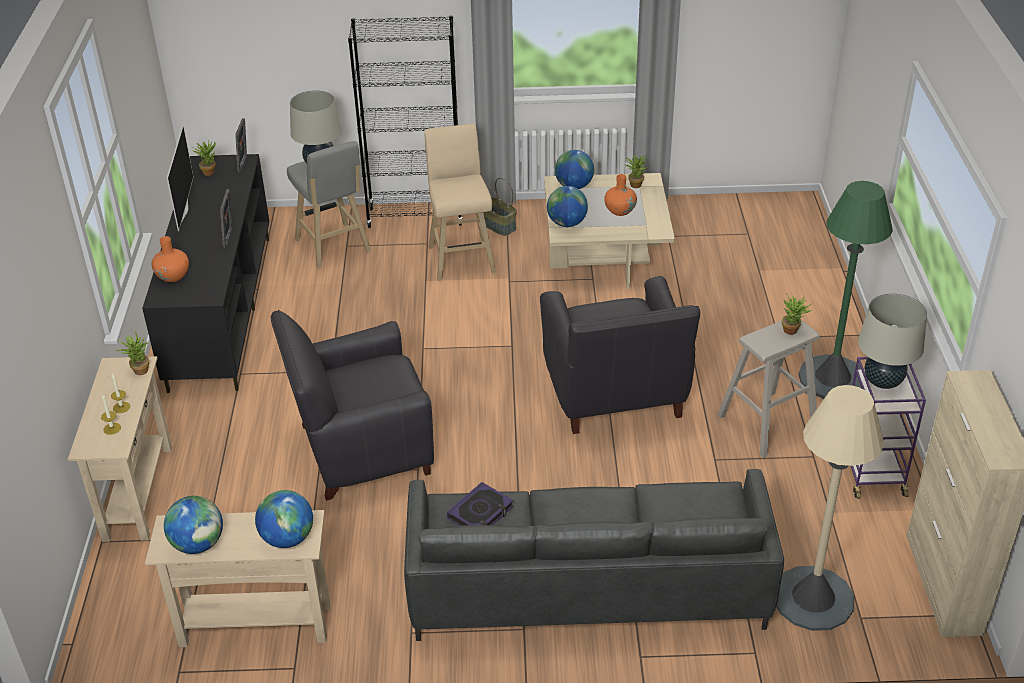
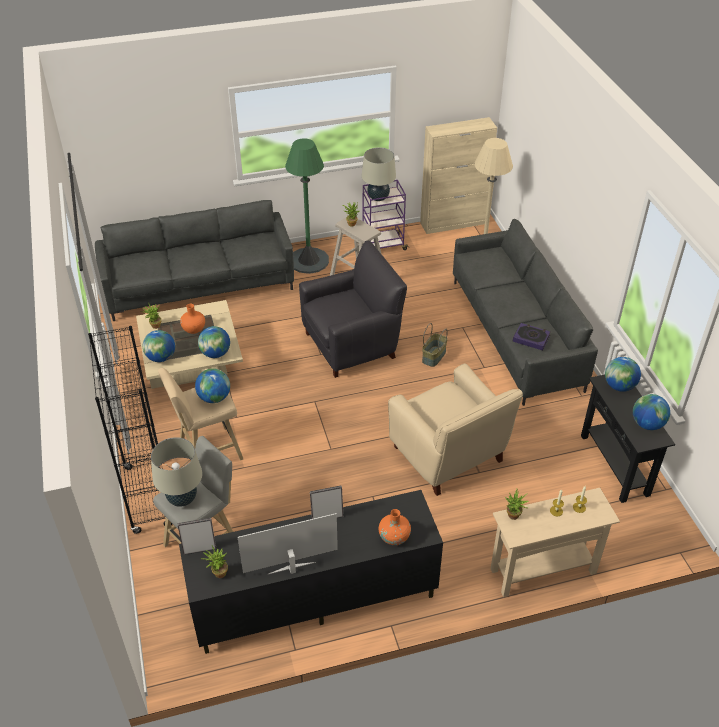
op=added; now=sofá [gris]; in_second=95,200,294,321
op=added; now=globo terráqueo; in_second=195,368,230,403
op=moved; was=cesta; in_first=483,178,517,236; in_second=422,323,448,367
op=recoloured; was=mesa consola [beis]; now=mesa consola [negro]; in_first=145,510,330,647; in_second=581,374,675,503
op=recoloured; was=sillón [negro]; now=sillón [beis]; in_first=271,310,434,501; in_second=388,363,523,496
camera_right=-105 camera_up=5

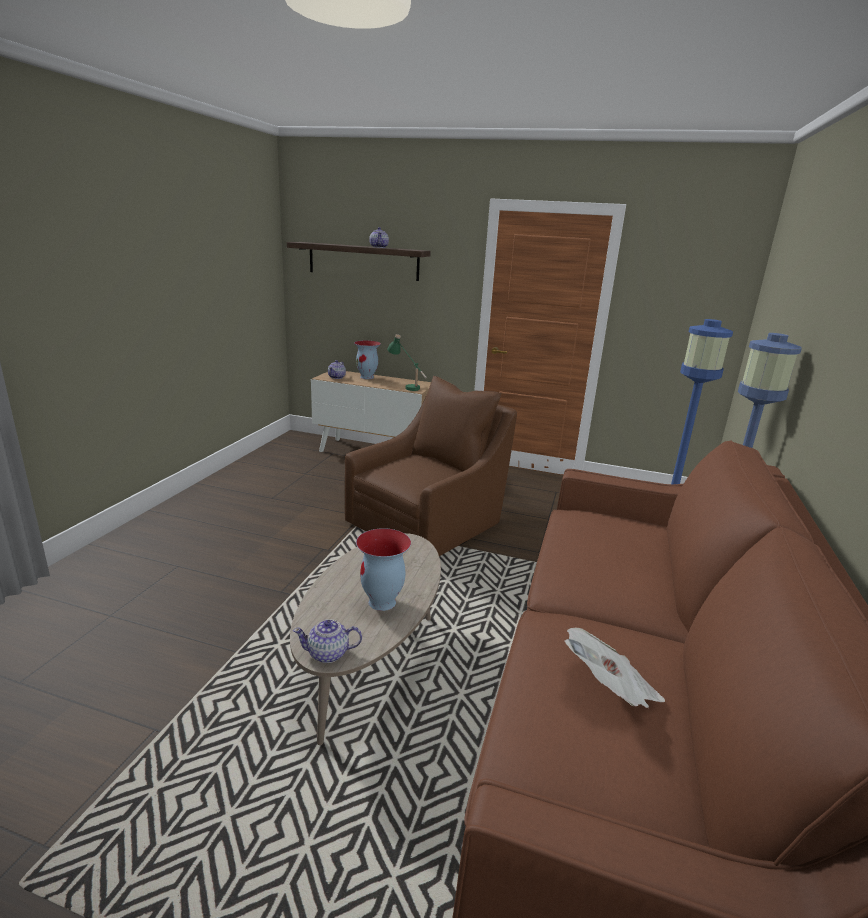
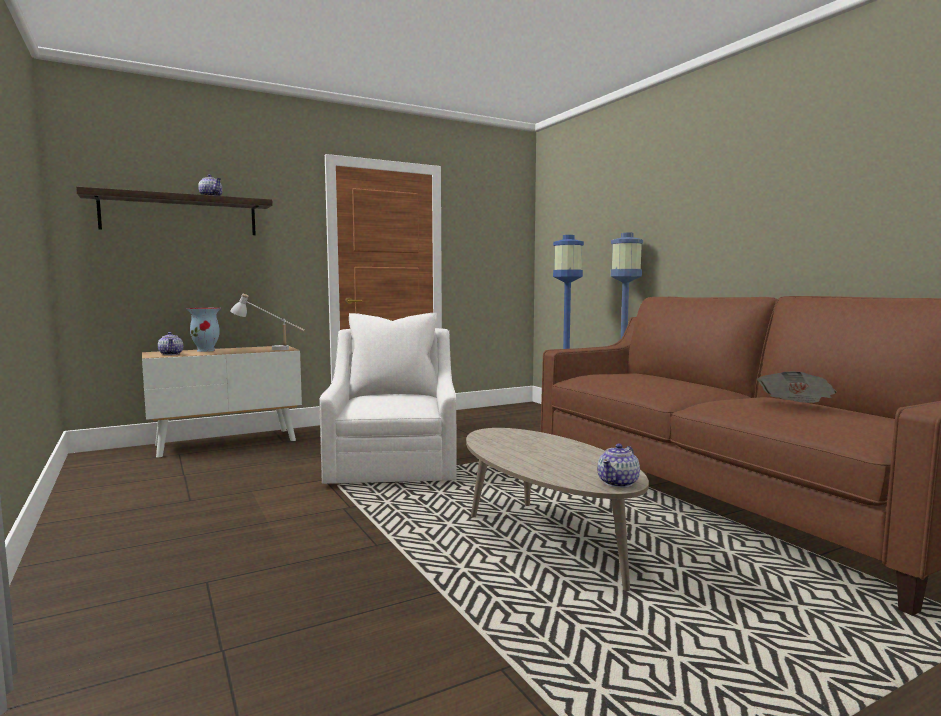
op=removed; was=florero; in_first=356,528,411,611
op=recoloured; was=sillón [marrón]; now=sillón [blanco]; in_first=345,376,517,556; in_second=319,313,457,484
op=recoloured; was=lámpara de mesa [verde]; now=lámpara de mesa [blanco]; in_first=387,334,427,391; in_second=230,294,305,350
camera_right=-45 camera_up=-15

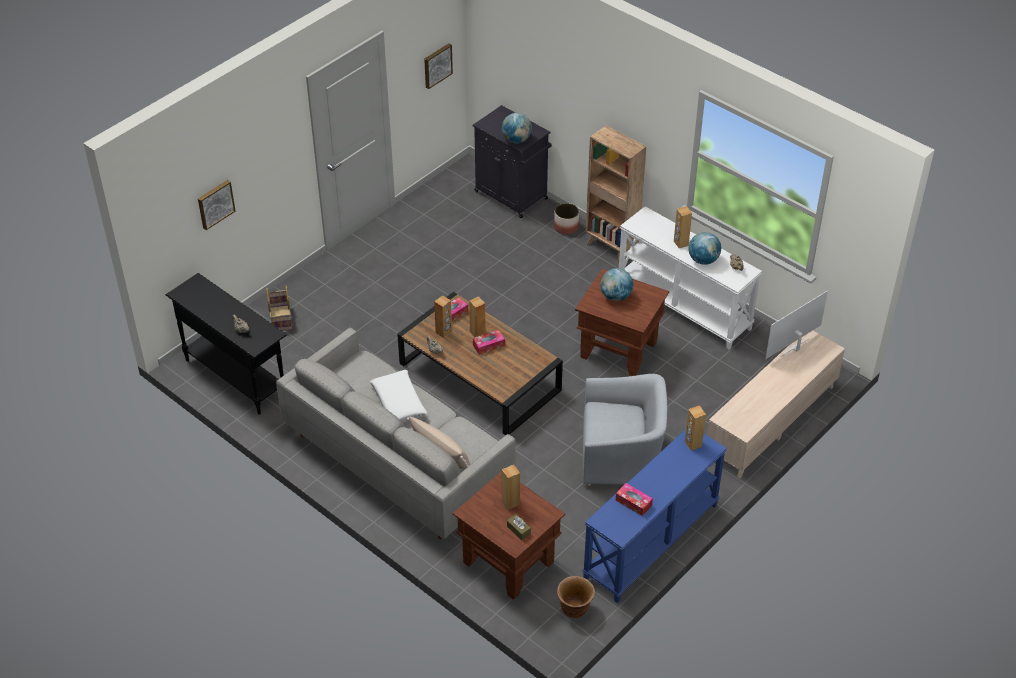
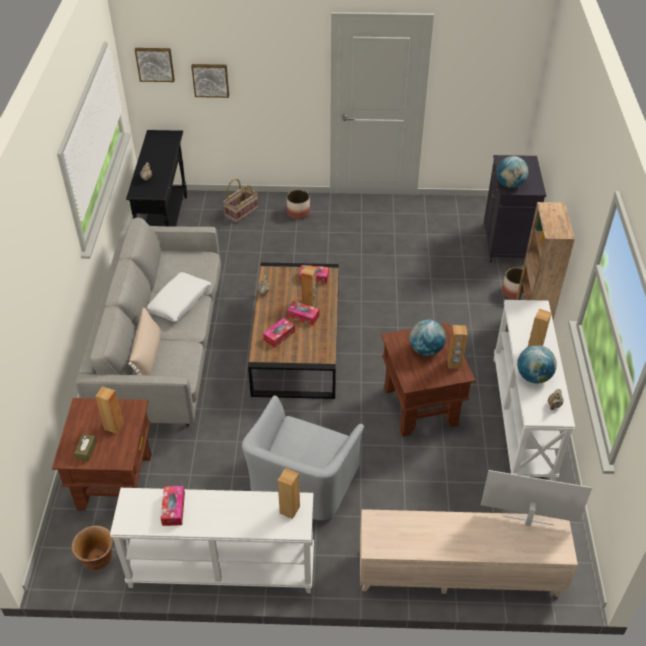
op=added; now=caja de pañuelos; in_second=263,318,295,348
op=added; now=maceta; in_second=287,190,310,219
op=moved; was=cuadro; in_first=424,43,453,89; in_second=135,48,175,82
op=moved; was=altavoz [marrón]; in_first=434,295,452,338; in_second=447,325,468,368
op=recoloured; was=mesa consola [azul]; now=mesa consola [blanco]; in_first=582,429,727,603; in_second=110,488,314,593
op=turned; was=sillón [gris]; in_first=583,374,667,486; in_second=242,395,364,520; clockwise=60
camera_right=50 camera_up=0

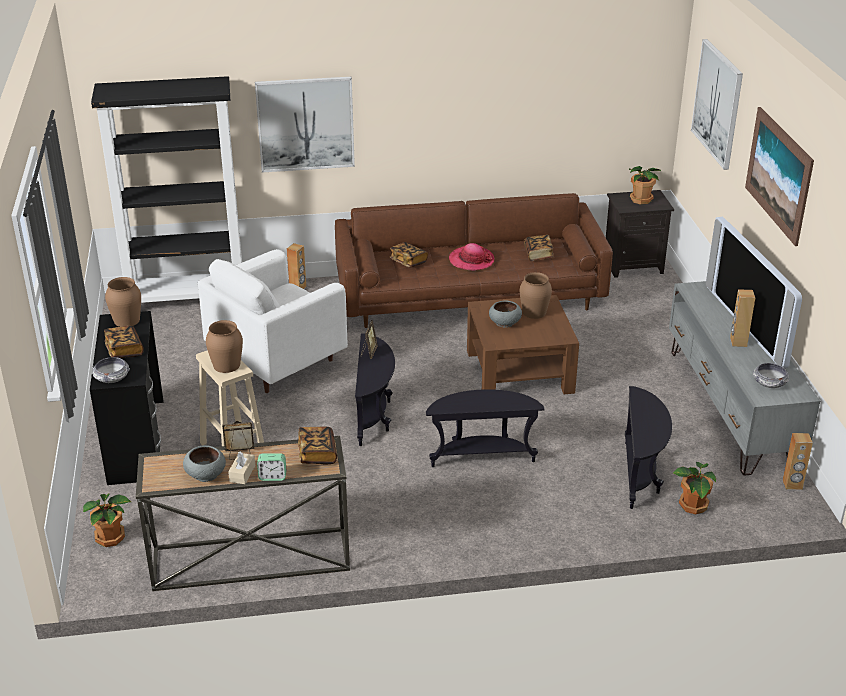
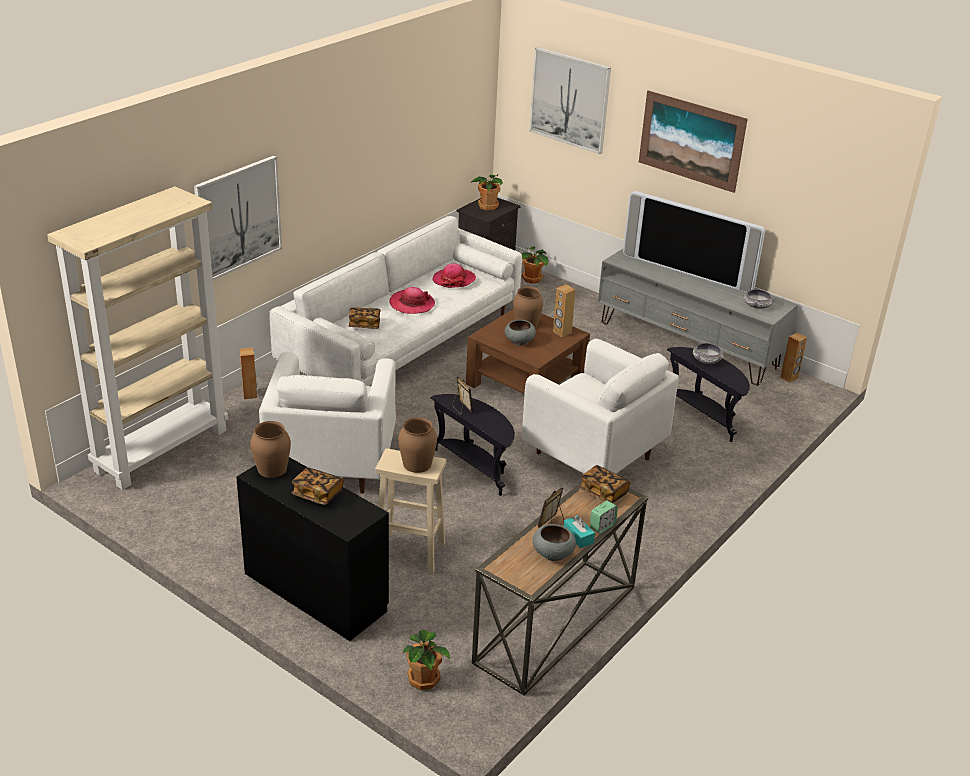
op=moved; was=cuenco; in_first=92,357,130,383; in_second=693,343,723,364
op=moved; was=planta en maceta; in_first=673,462,716,515; in_second=522,246,548,284
op=moved; was=altavoz [marrón]; in_first=730,289,755,347; in_second=553,284,575,337
op=replaced; was=mesa auxiliar [negro]; now=sillón [blanco]; in_first=426,389,545,467; in_second=522,339,679,474
op=replaced; was=libro; now=sombrero; in_first=524,235,554,261; in_second=433,263,476,288
op=recoloured; was=estantería [negro]; now=estantería [beis]; in_first=91,76,242,303; in_second=47,186,228,490
op=recoloured; was=caja de pañuelos [beis]; now=caja de pañuelos [turquesa]; in_first=228,451,255,484; in_second=564,515,595,548
op=recoloured; was=sofá [marrón]; now=sofá [blanco]; in_first=335,193,613,328; in_second=269,216,522,386
camera_right=-45 camera_up=0

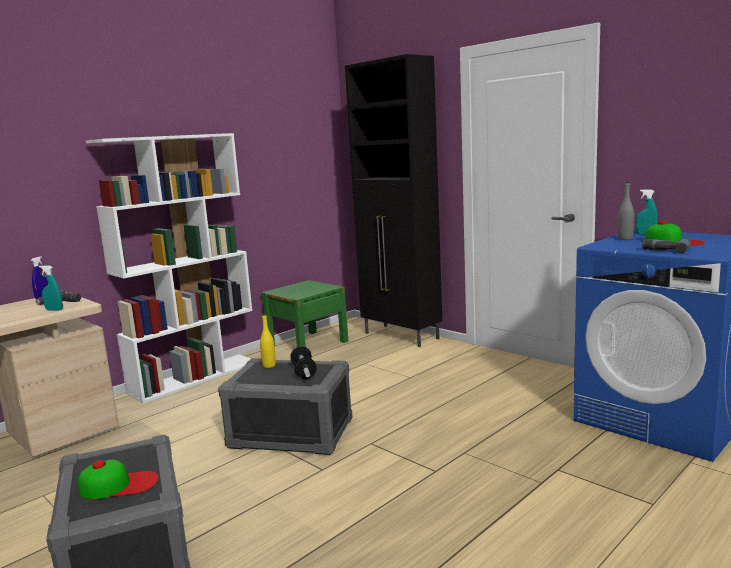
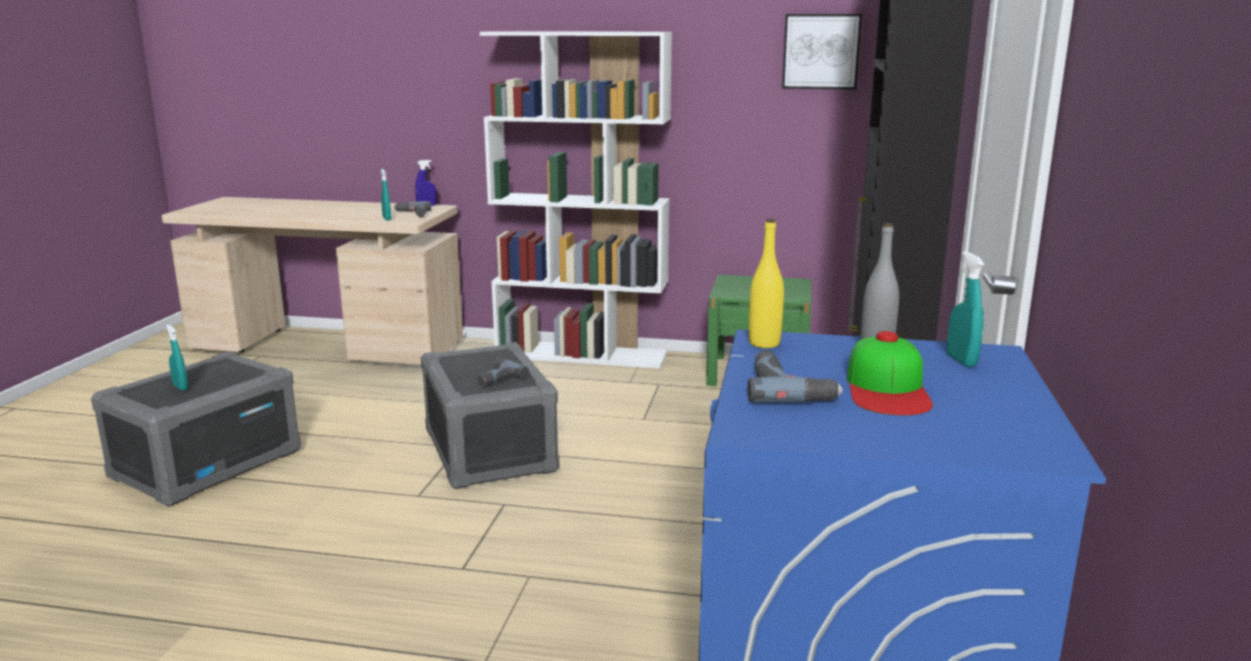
op=added; now=cuadro; in_second=782,14,862,90
op=moved; was=botella [amarillo]; in_first=260,314,276,368; in_second=749,219,784,348
op=replaced; was=gorra; now=pulverizador [turquesa]; in_first=78,459,159,499; in_second=166,325,188,390
op=replaced; was=mancuerna; now=taladro; in_first=290,346,317,379; in_second=477,358,529,386
camera_right=55 camera_up=5

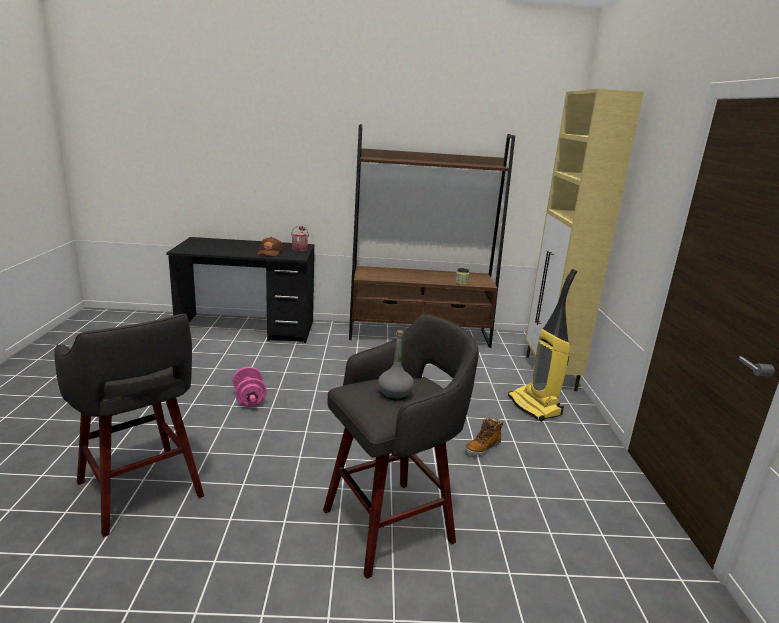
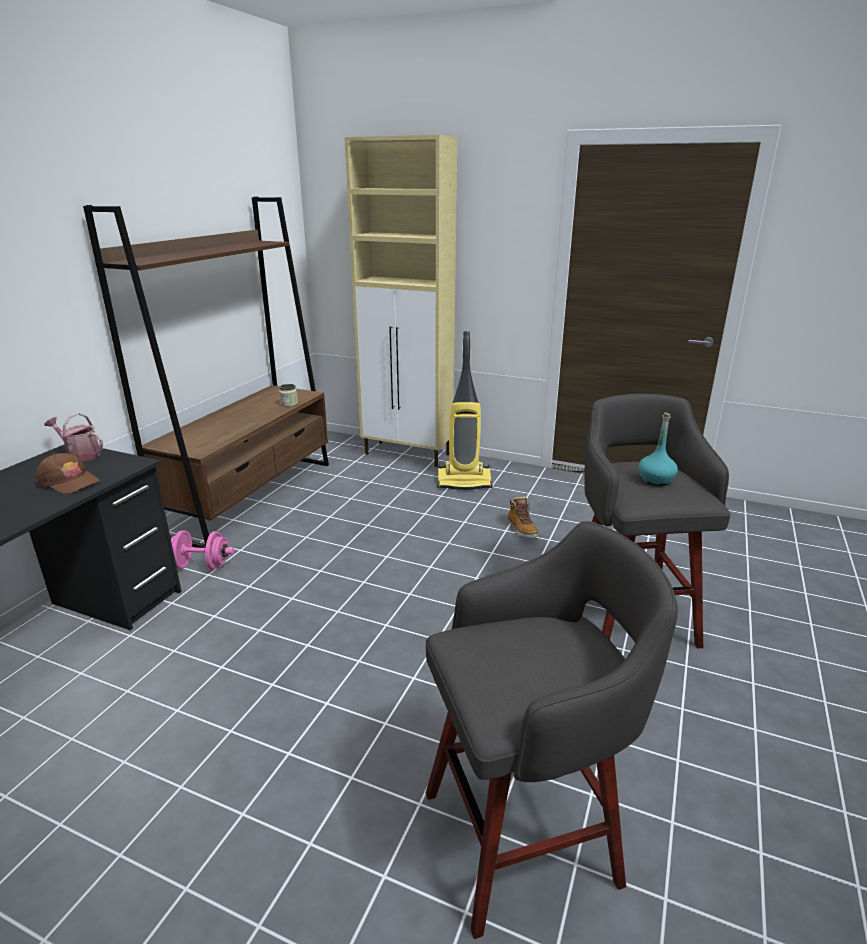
op=moved; was=mancuerna [rosa]; in_first=233,367,267,407; in_second=171,531,234,570
op=recoloured; was=botella [gris]; now=botella [turquesa]; in_first=378,330,414,400; in_second=638,413,678,486
camera_right=-65 camera_up=5

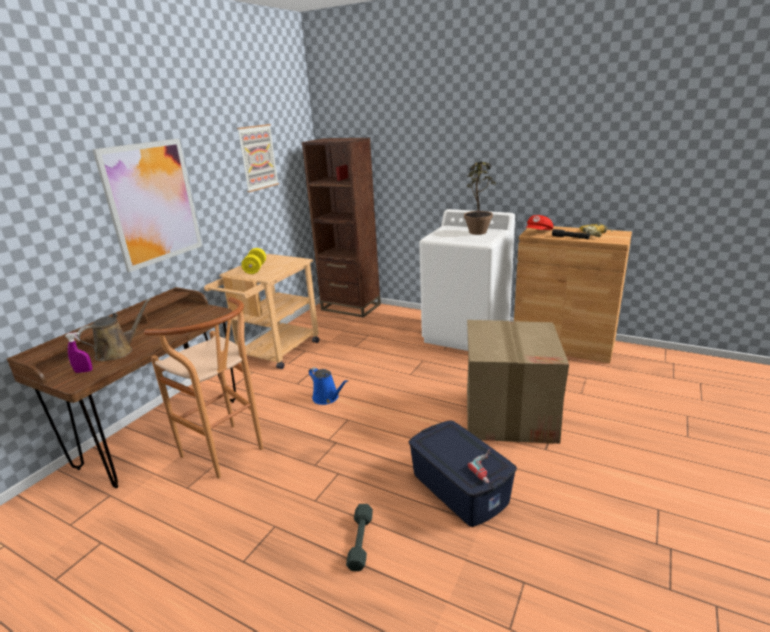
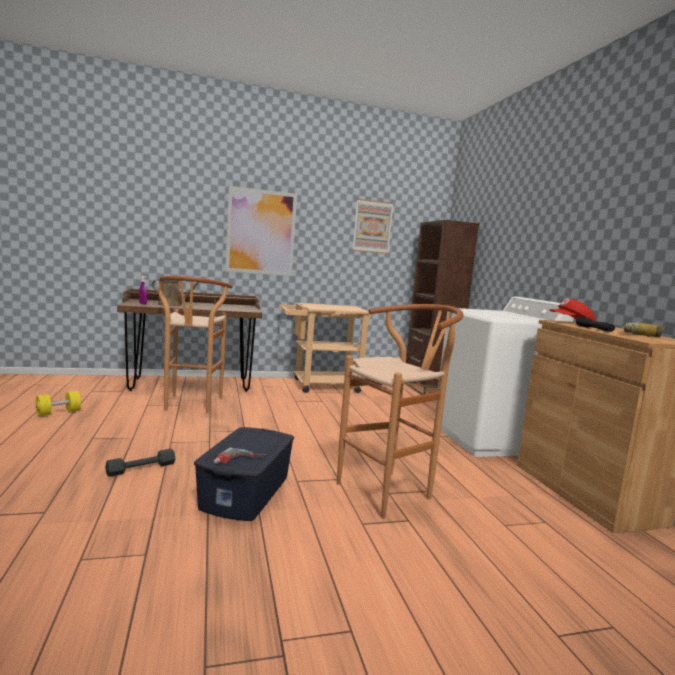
op=removed; was=regadera [azul]; in_first=309,367,348,405
op=removed; was=planta en maceta; in_first=464,162,496,235
op=moved; was=mancuerna [amarillo]; in_first=241,248,266,274; in_second=36,391,81,416
op=replaced; was=caja de cartón; now=taburete [marrón]; in_first=467,320,569,444; in_second=337,304,464,519
camera_right=45 camera_up=-15

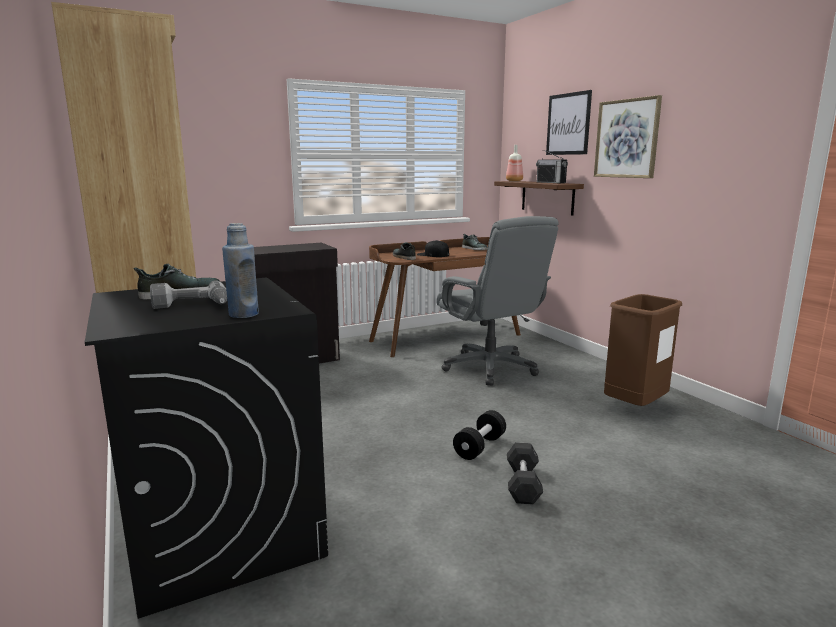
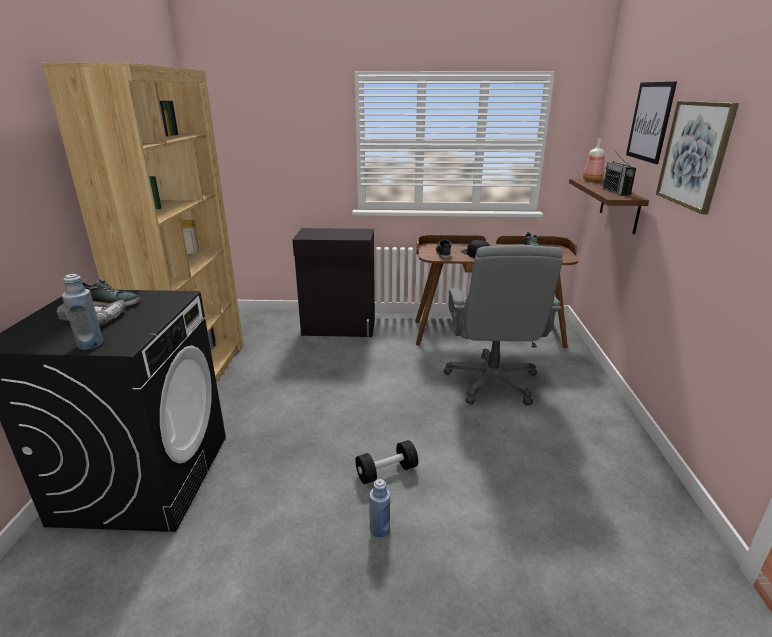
op=removed; was=papelera [marrón]; in_first=604,294,682,406
op=replaced; was=mancuerna [gris]; now=botella [azul]; in_first=507,442,543,505; in_second=369,479,390,537
camera_right=30 camera_up=10

